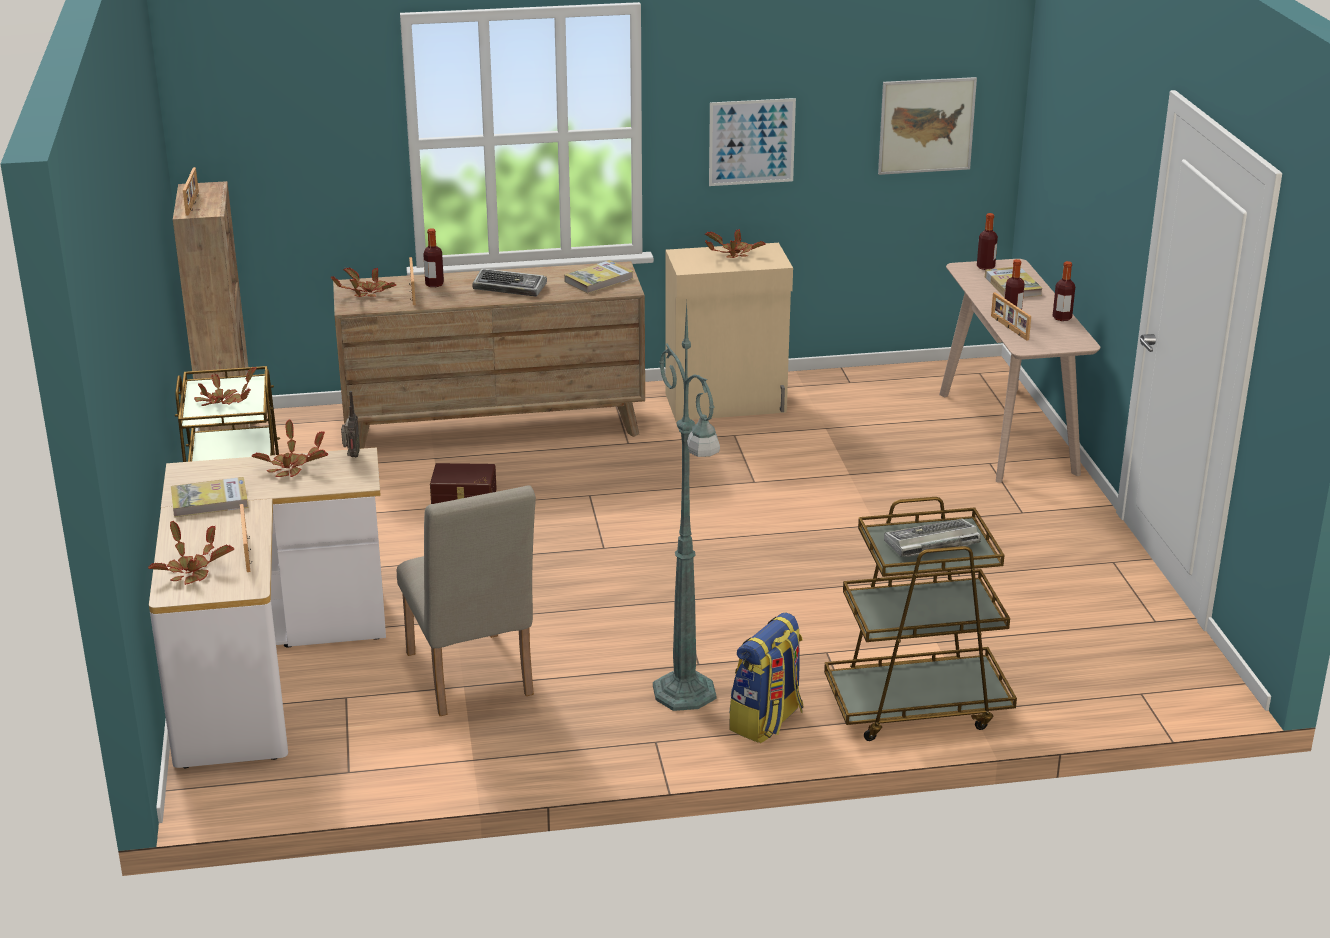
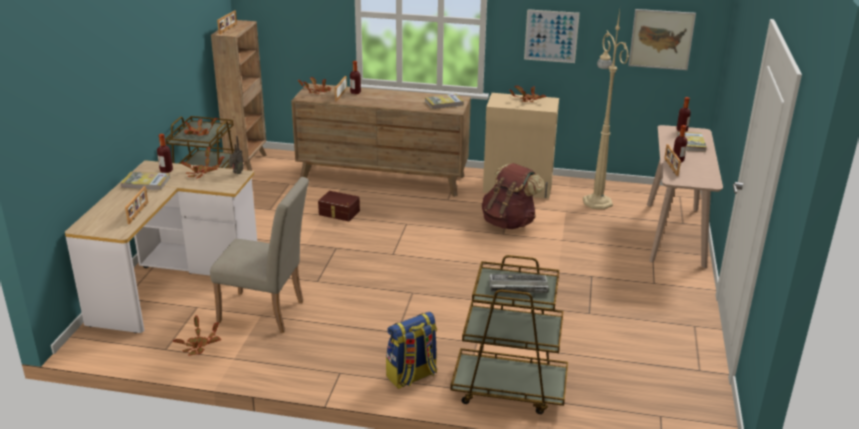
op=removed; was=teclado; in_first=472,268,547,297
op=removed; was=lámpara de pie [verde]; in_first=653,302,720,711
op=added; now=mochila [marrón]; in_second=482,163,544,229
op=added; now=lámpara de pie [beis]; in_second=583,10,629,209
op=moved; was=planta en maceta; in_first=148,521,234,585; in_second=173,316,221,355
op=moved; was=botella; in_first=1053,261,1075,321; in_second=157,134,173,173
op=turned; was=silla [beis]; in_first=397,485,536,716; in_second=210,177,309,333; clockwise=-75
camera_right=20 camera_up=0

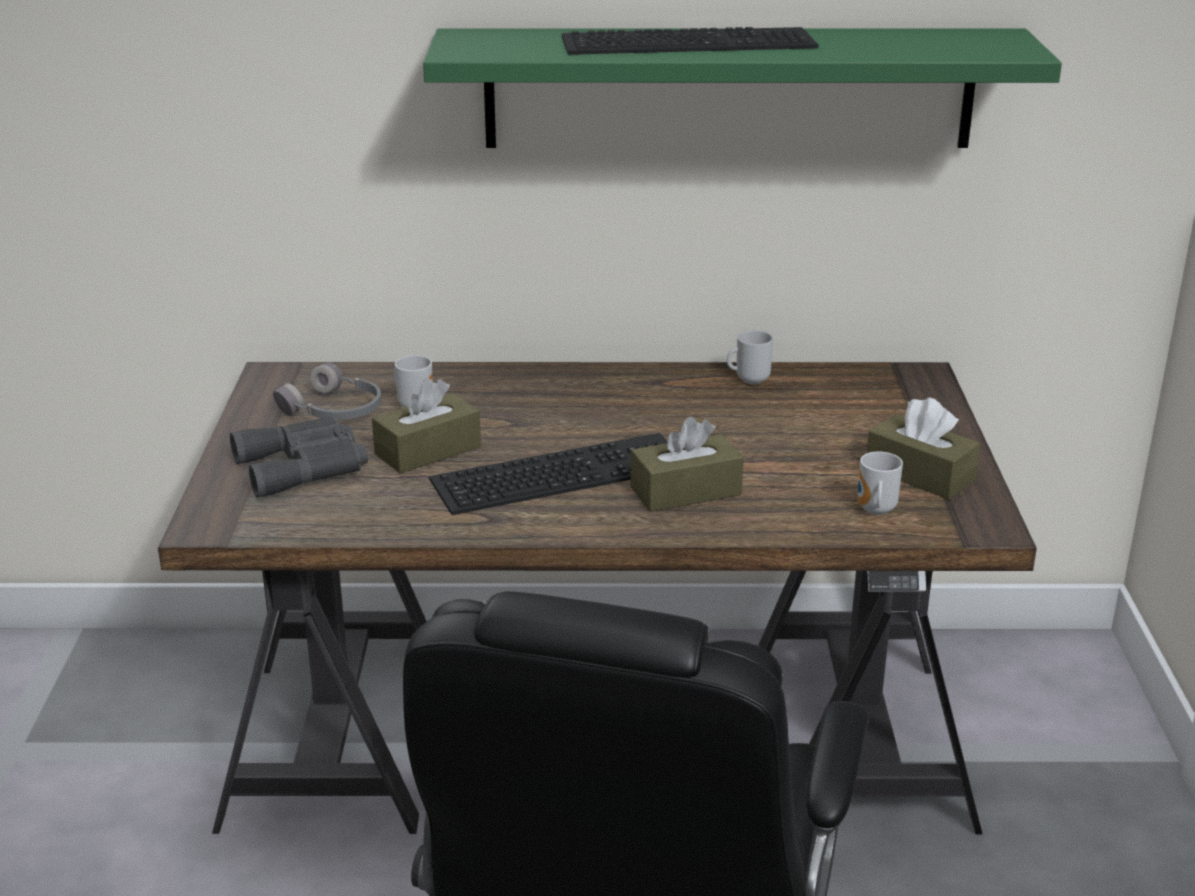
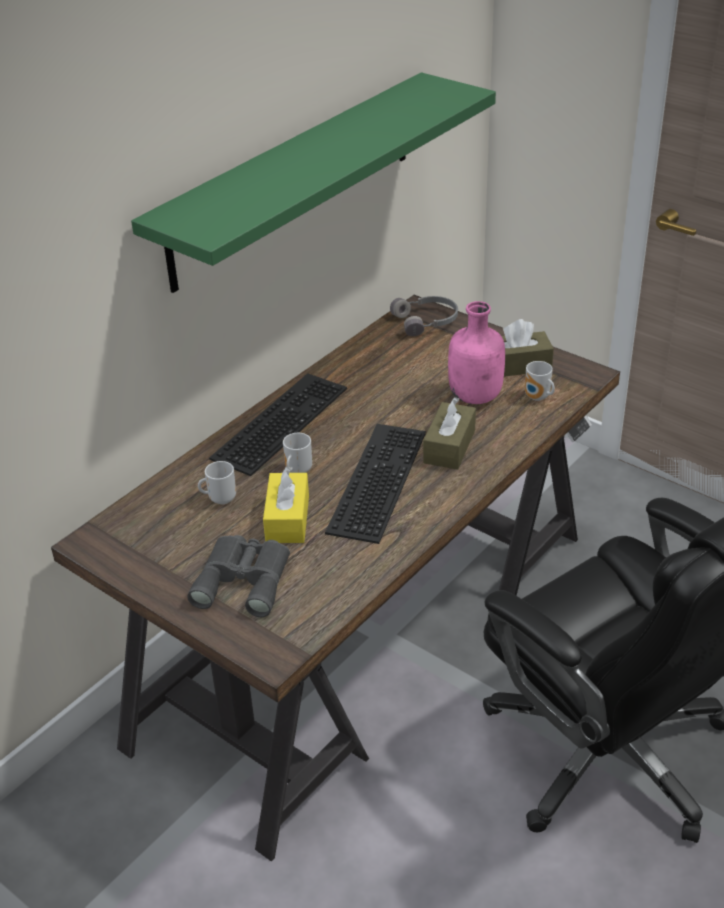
op=added; now=botella [rosa]; in_second=448,301,505,404
op=moved; was=auriculares [gris]; in_first=273,363,381,420; in_second=390,296,458,336
op=moved; was=teclado; in_first=562,27,819,55; in_second=209,373,347,476
op=moved; was=taza grande; in_first=727,330,773,384; in_second=283,433,312,473
op=recoloured; was=caja de pañuelos [marrón]; now=caja de pañuelos [amarillo]; in_first=372,378,481,474; in_second=263,467,309,543
camera_right=-50 camera_up=10

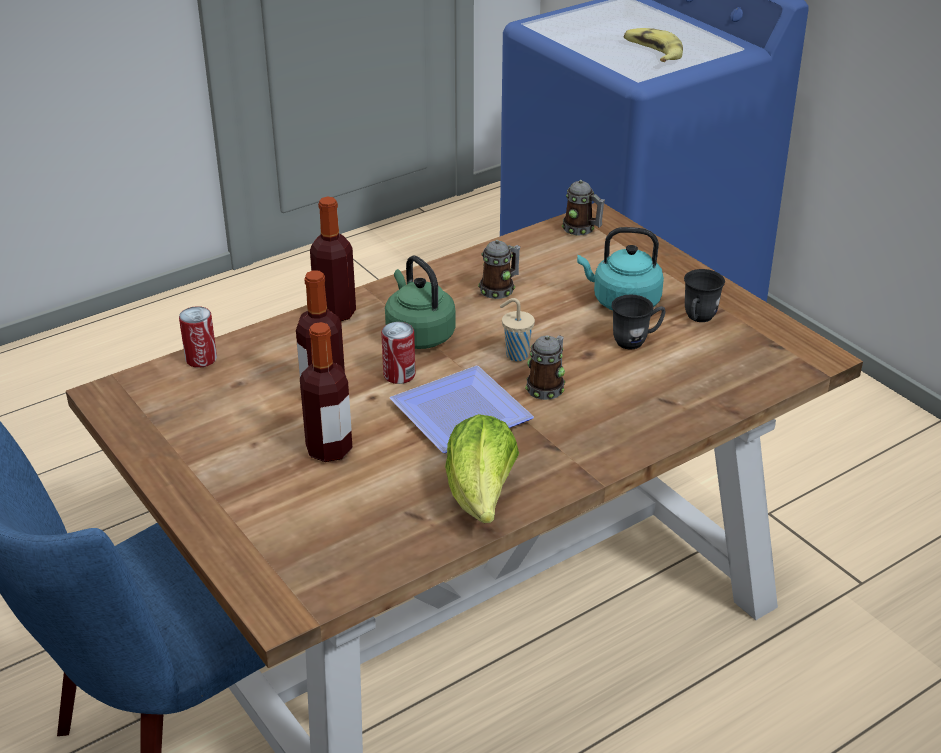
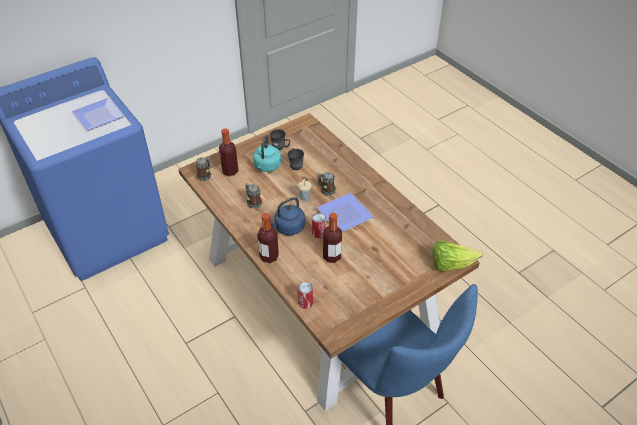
op=moved; was=botella; in_first=300,322,353,462; in_second=219,128,239,176
op=moved; was=lechuga; in_first=445,414,519,523; in_second=433,240,483,271
op=replaced; was=plátano; now=plato; in_first=624,28,683,62; in_second=72,98,124,131
op=recoloured; was=hervidor [verde]; now=hervidor [azul]; in_first=385,255,456,349; in_second=270,197,305,235
camera_right=-90 camera_up=10

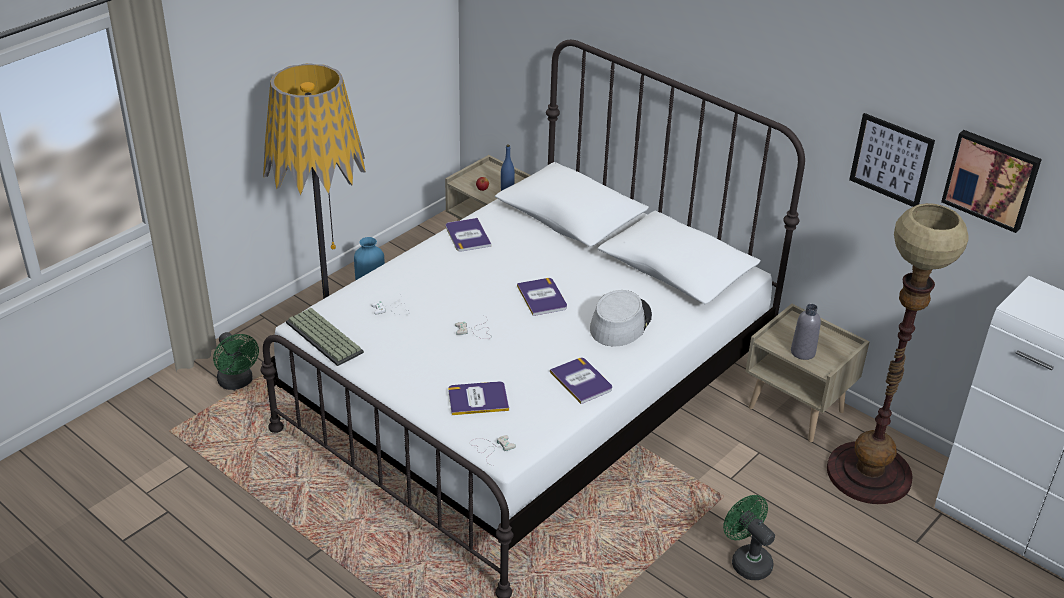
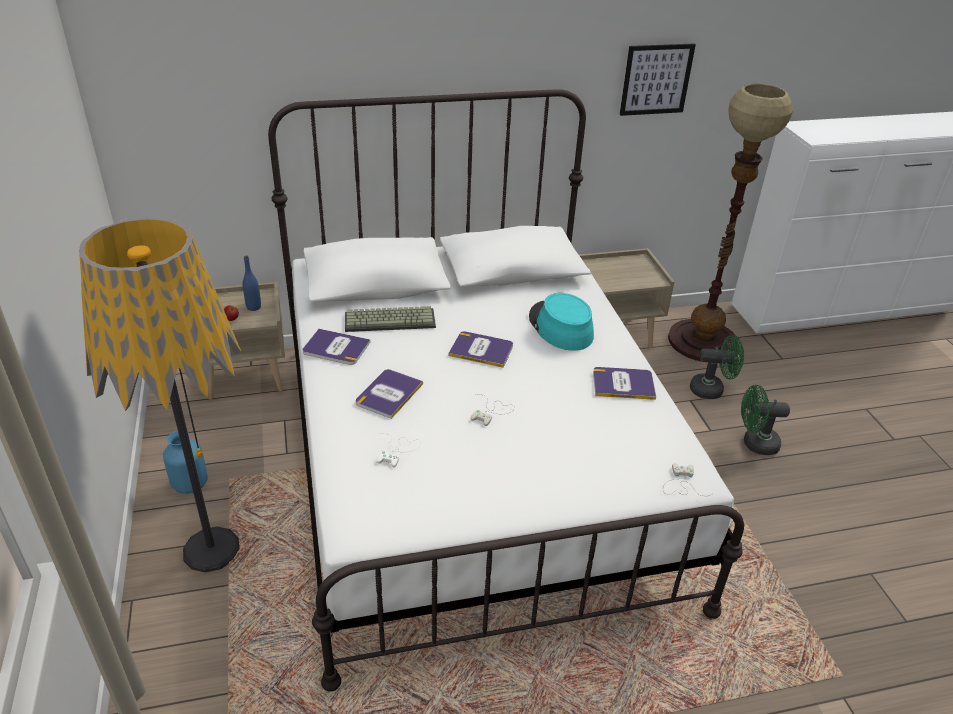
op=removed; was=botella [gris]; in_first=791,304,821,360
op=removed; was=cuadro; in_first=941,130,1042,233
op=moved; was=ventilador [verde]; in_first=213,332,259,390; in_second=690,335,744,399
op=moved; was=teclado; in_first=286,308,364,366; in_second=345,306,436,332
op=moved; was=libro; in_first=448,381,509,415; in_second=356,369,423,419
op=recoloured; was=sombrero [gris]; now=sombrero [turquesa]; in_first=590,290,652,347; in_second=529,293,594,351
camera_right=-55 camera_up=0

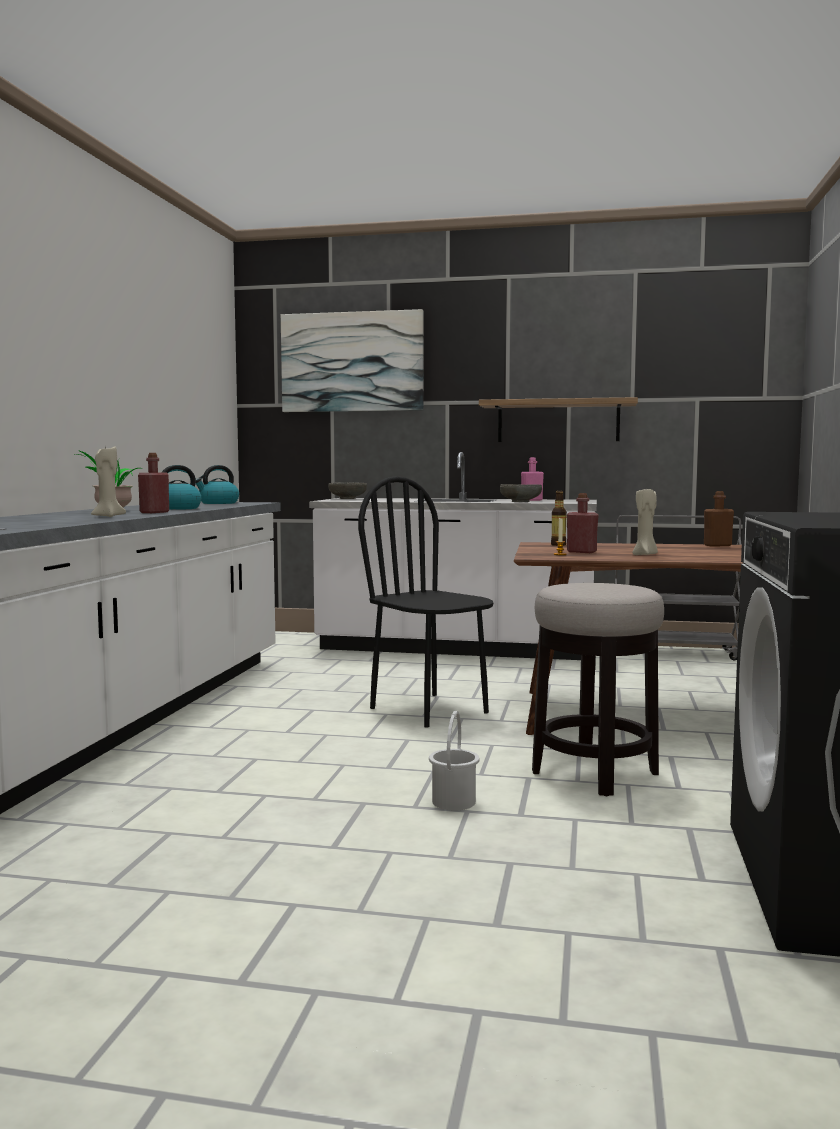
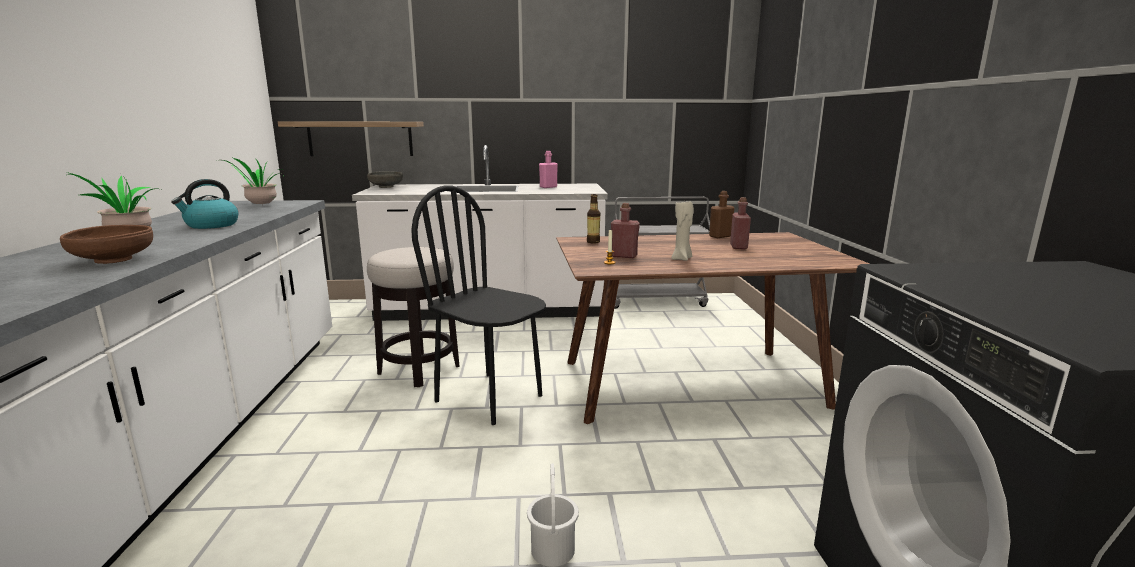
op=removed; was=cuadro; in_first=281,309,424,412
op=removed; was=cuenco [gris]; in_first=500,484,542,502
op=moved; was=botella [rojo]; in_first=138,453,169,513; in_second=730,197,751,249
op=moved; was=estante; in_first=479,397,638,442; in_second=278,121,424,156
op=moved; was=taburete; in_first=532,583,664,796; in_second=367,247,460,387
op=replaced; was=vela [beis]; now=cuenco [marrón]; in_first=91,446,126,517; in_second=60,225,153,264
op=replaced; was=hervidor; now=planta en maceta; in_first=196,465,239,504; in_second=223,158,284,205
camera_right=-15 camera_up=10

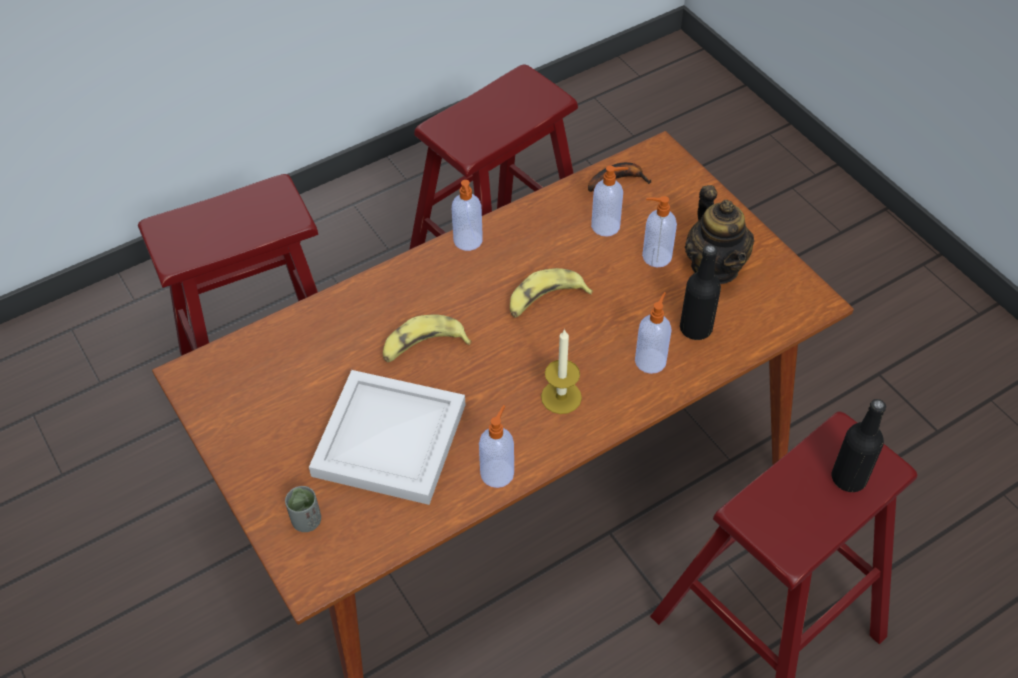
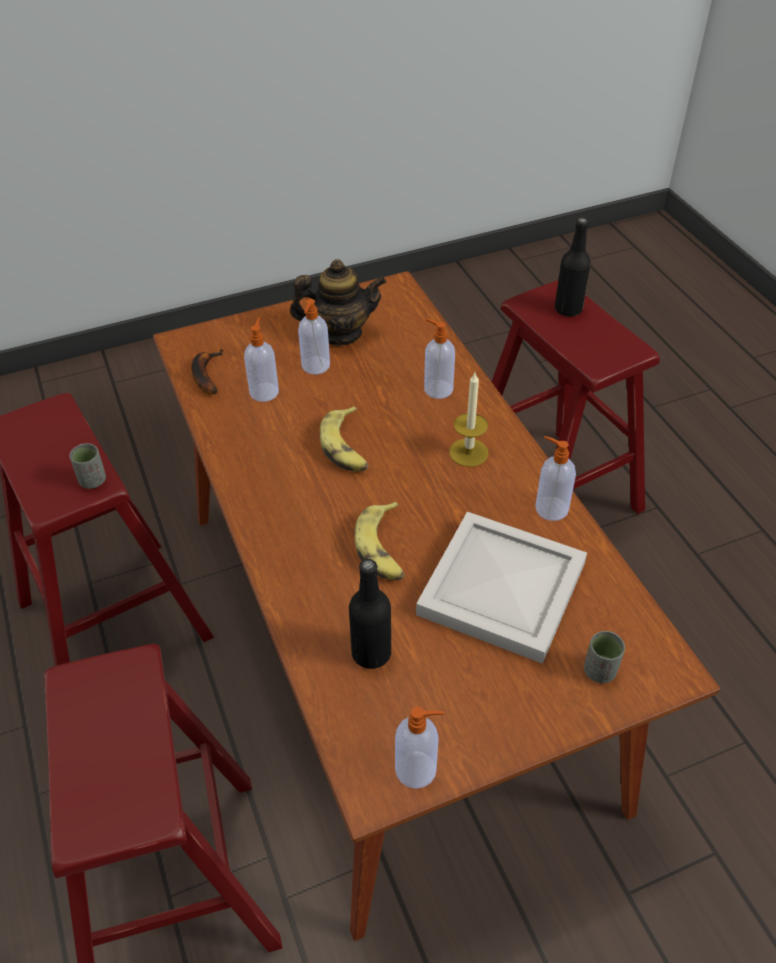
op=added; now=taza [gris]; in_second=69,443,106,489
op=moved; was=dispensador de jabón; in_first=452,180,483,251; in_second=395,707,444,789
op=moved; was=botella [negro]; in_first=680,245,721,340; in_second=349,559,391,669
camera_right=-80 camera_up=-5

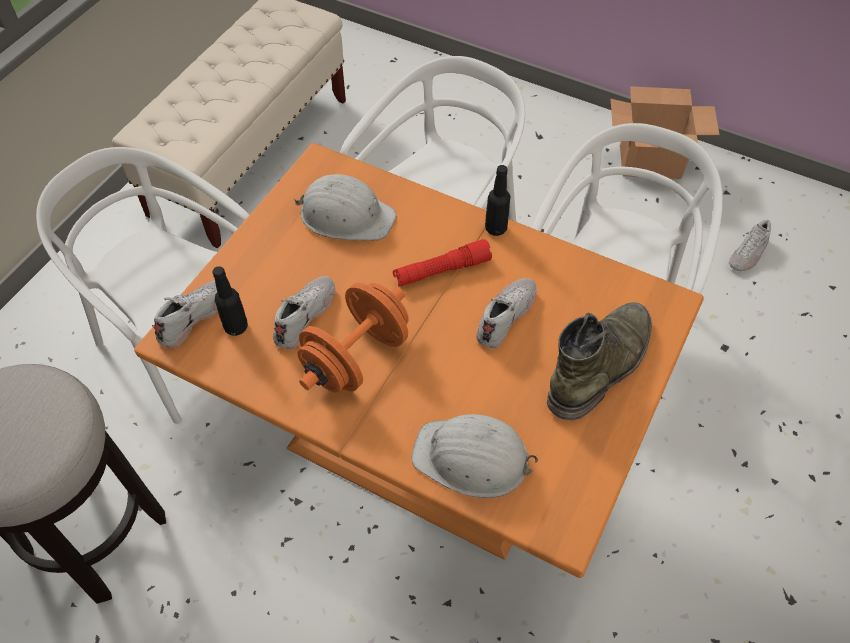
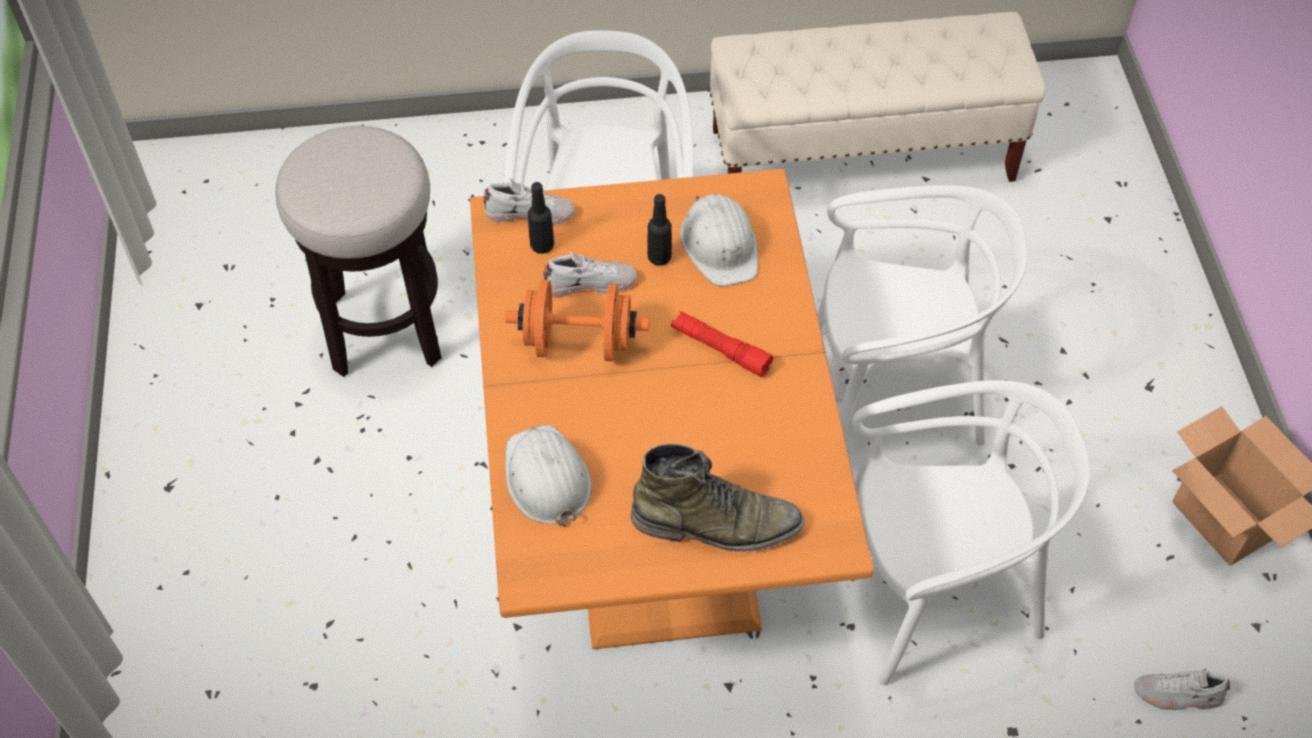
op=removed; was=zapato [blanco]; in_first=476,278,537,349
op=moved; was=botella [negro]; in_first=485,165,510,236; in_second=647,194,672,266
camera_right=55 camera_up=0

